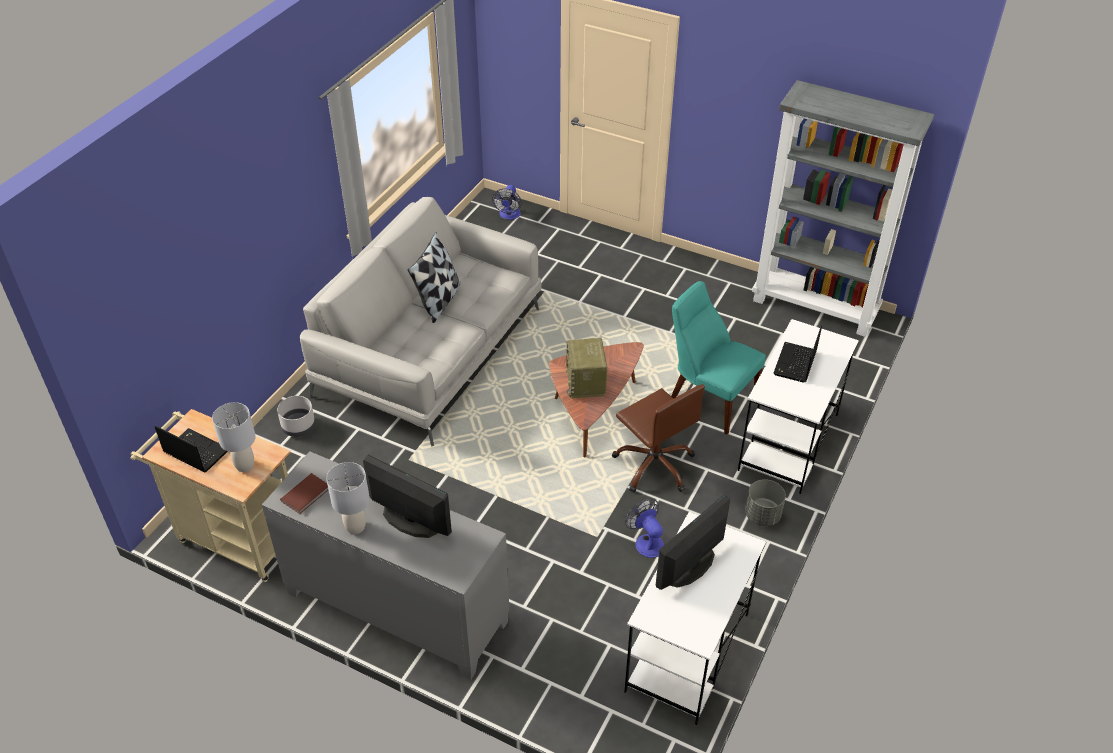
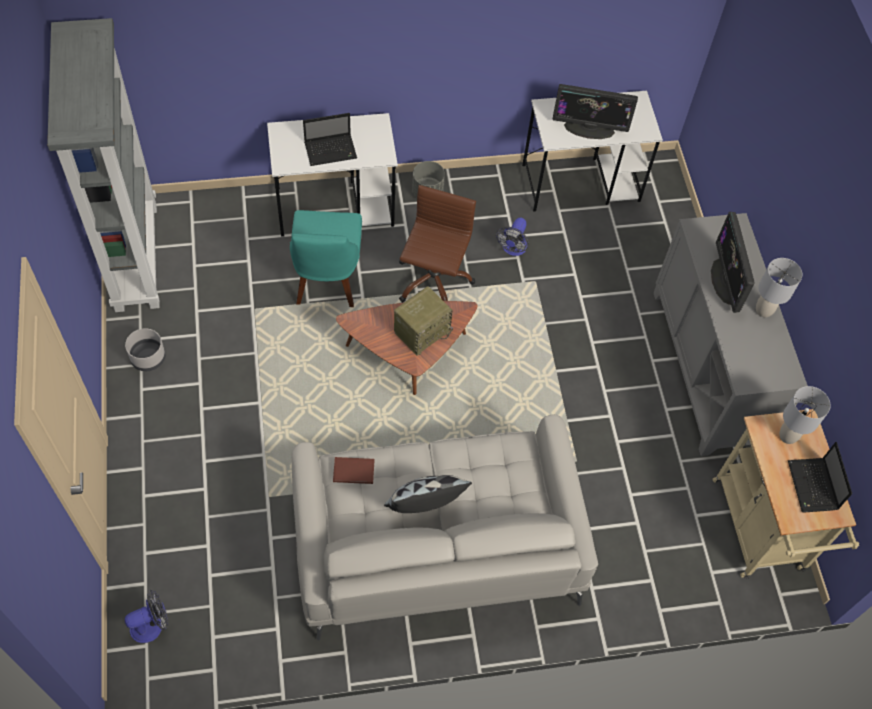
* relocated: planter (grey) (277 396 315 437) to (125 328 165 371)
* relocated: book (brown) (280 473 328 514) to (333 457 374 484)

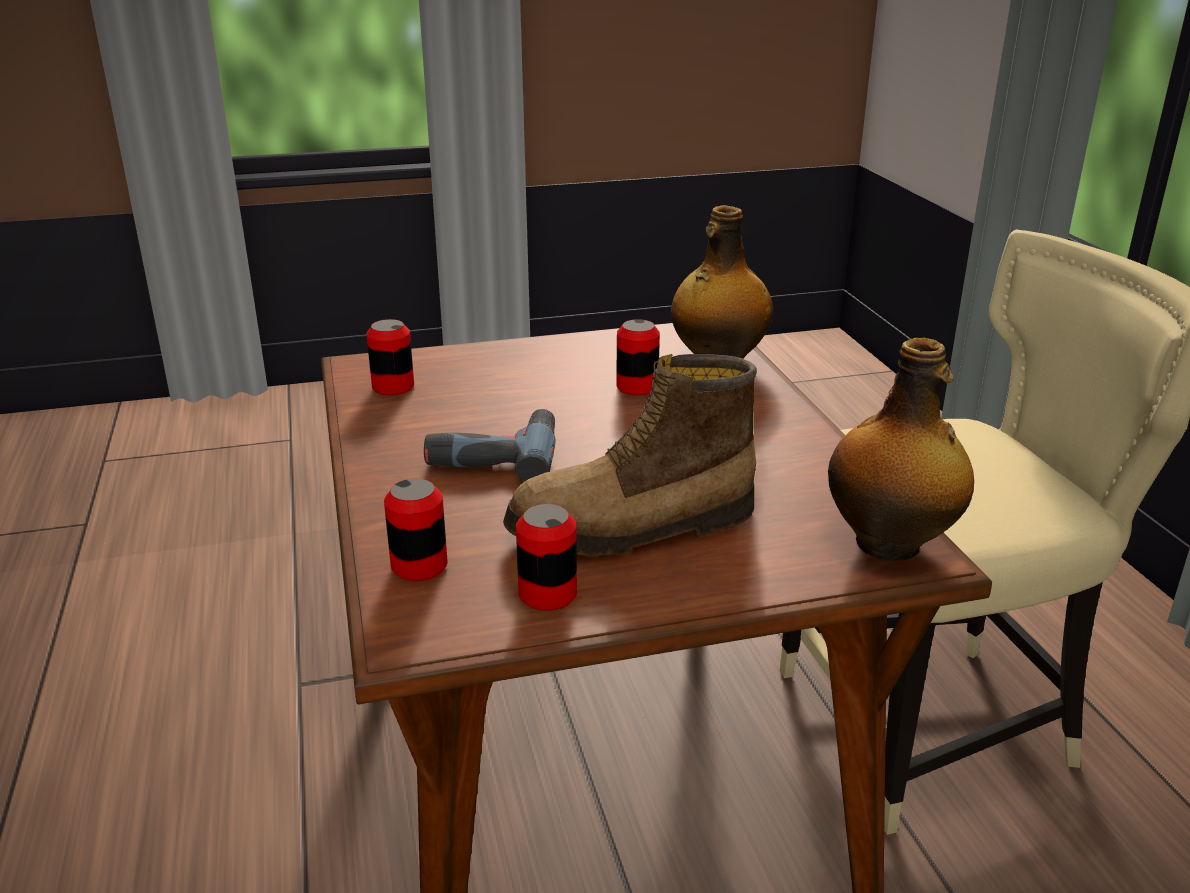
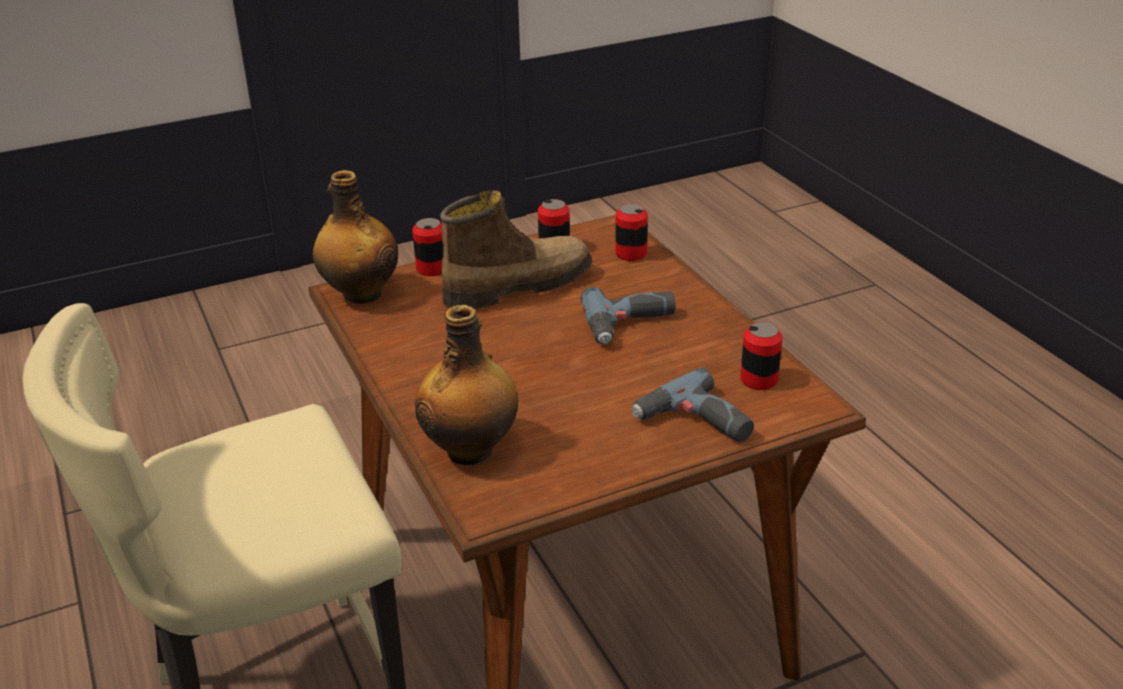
* relocated: can (616 319 660 396) to (412 218 443 276)
* appeared: power drill (632 368 754 442)

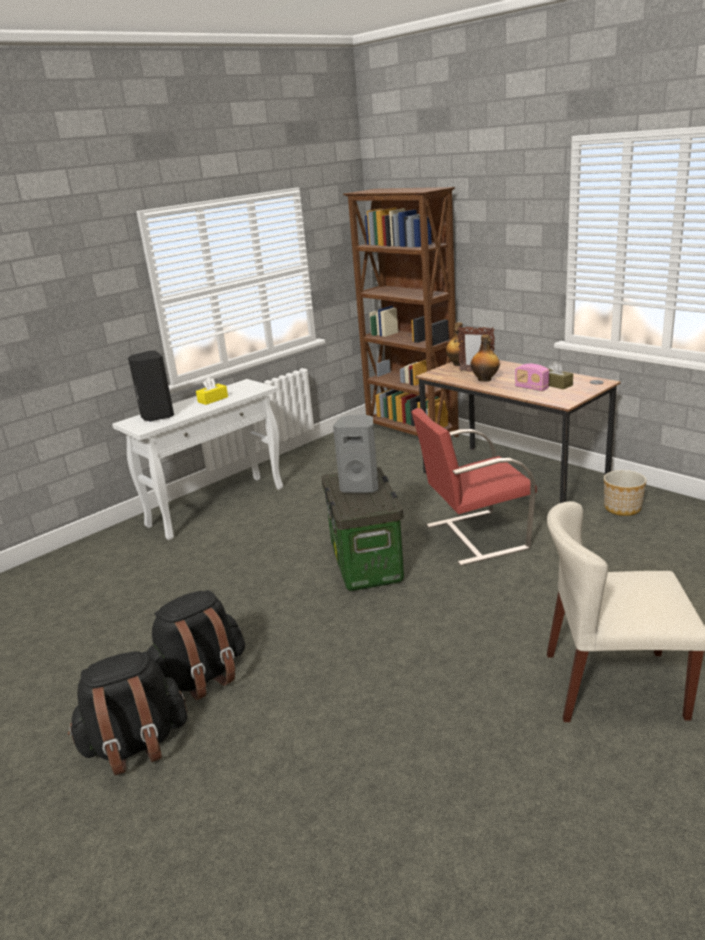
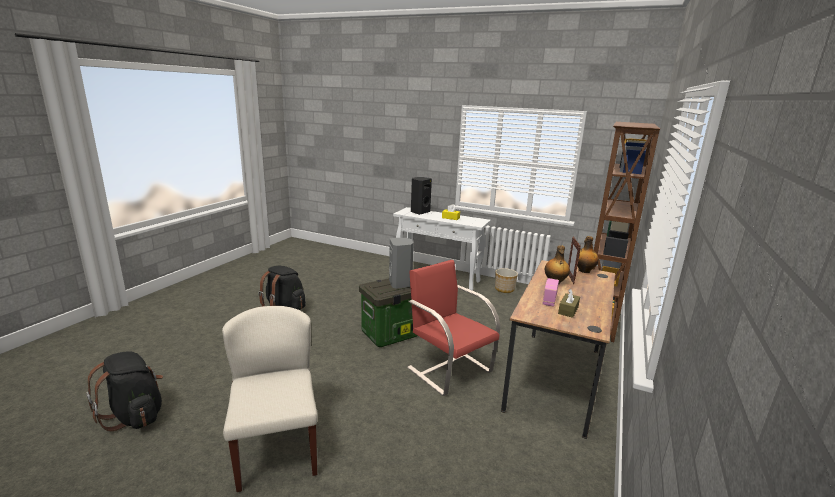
* relocated: planter (604 470 646 516) to (495 268 518 293)
* relocated: backpack (black) (68 651 187 775) to (86 351 163 431)

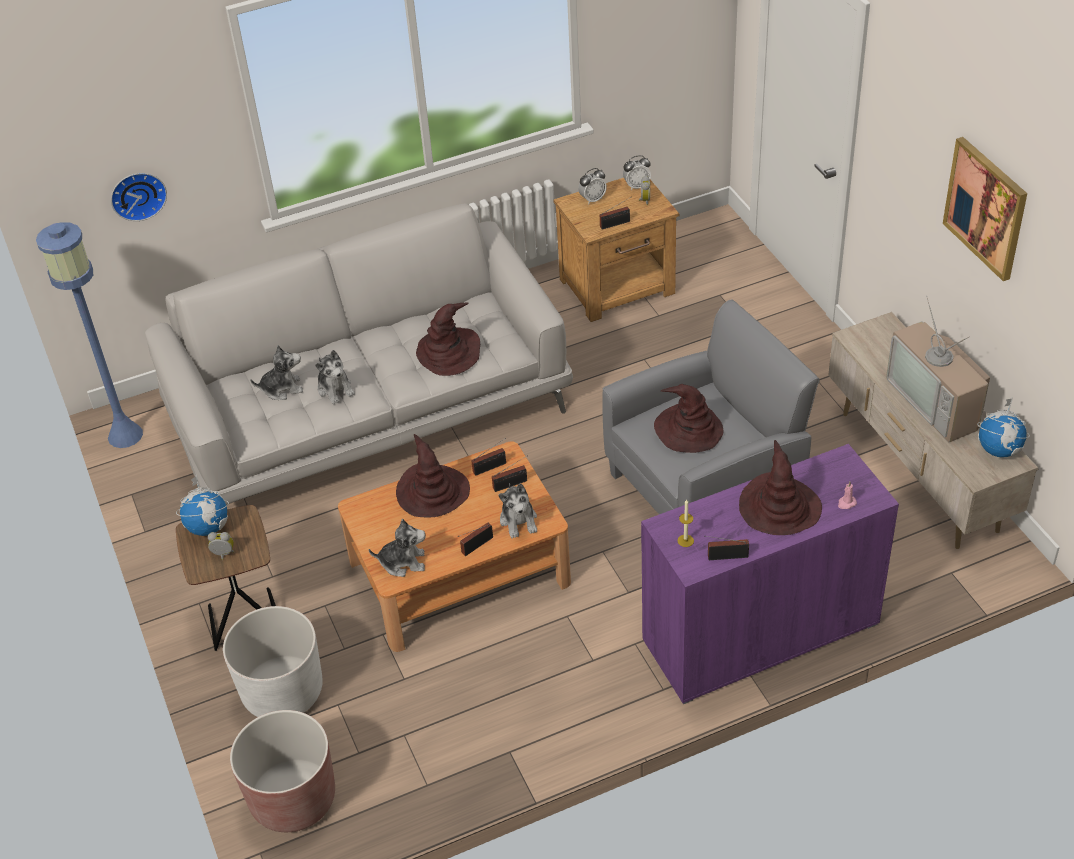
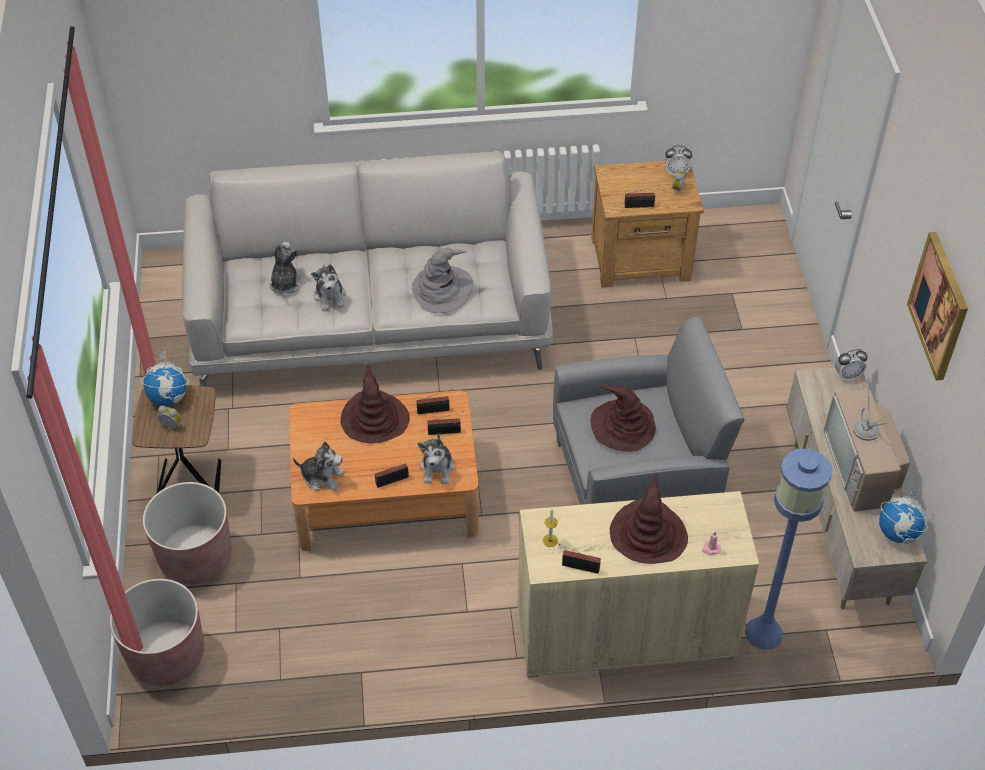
* relocated: alarm clock (578 168 607 204) to (835 349 868 381)
* missing: wall clock (111 173 167 221)
* relocated: floor lamp (blue) (36 222 143 448) to (745 449 832 650)
* colour: hat (brown) (416 303 480 376) to hat (grey) (412 248 473 313)
* spun: plush toy (250 345 303 400) = (269 242 301 294) 90 degrees counterclockwise
* colour: cabinet (purple) (641 444 899 704) to cabinet (beige) (518 491 759 677)
* colour: planter (white) (223 606 323 717) to planter (brown) (143 482 232 584)

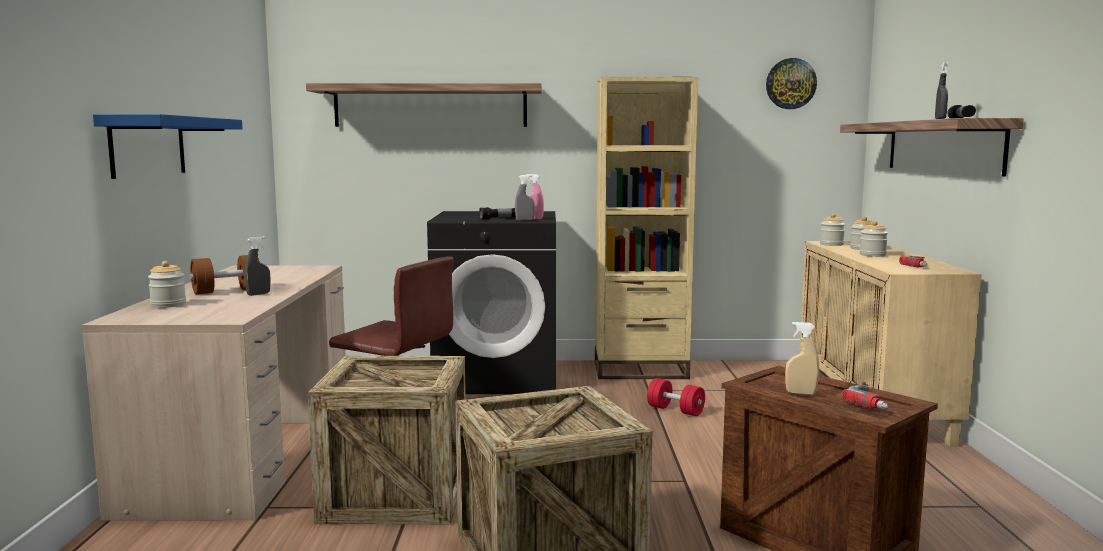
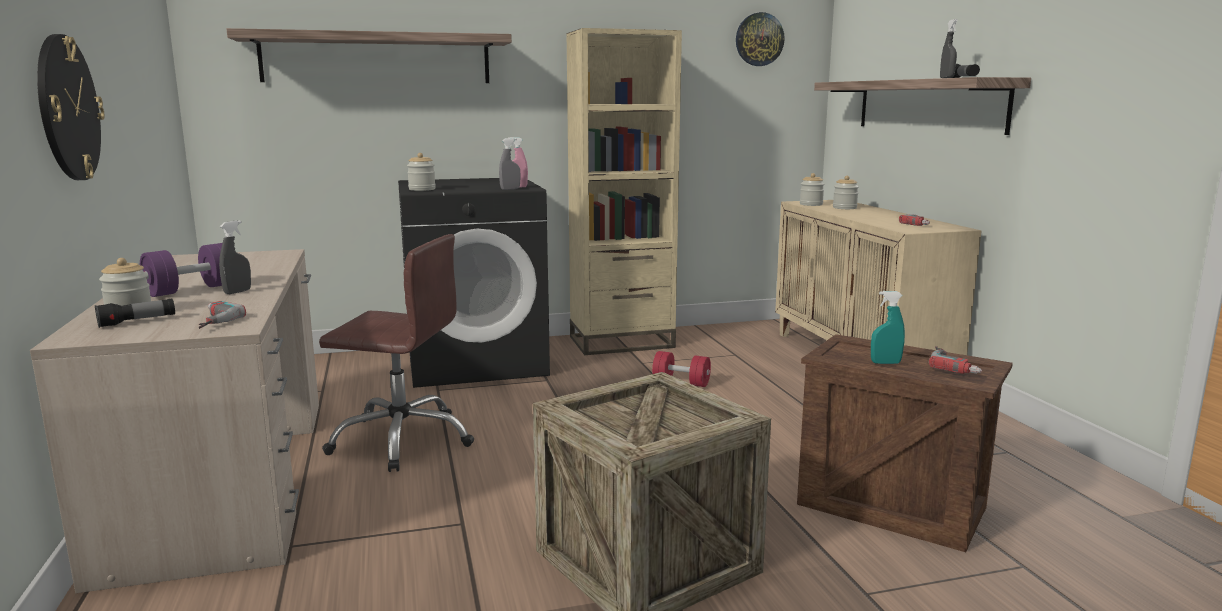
* exchanged: shelf (blue) (93 114 242 179) to wall clock (37 34 105 180)
* relocated: flashlight (479 207 516 220) to (95 298 175 328)
* relocated: jar (859 221 888 257) to (407 153 436 191)
* colour: dumbbell (brown) (190 255 260 294) to dumbbell (purple) (140 243 222 297)
* colour: spray bottle (beige) (785 322 819 395) to spray bottle (turquoise) (871 291 905 364)
* missing: crate (308 356 466 525)
* appeared: power drill (199 301 246 329)

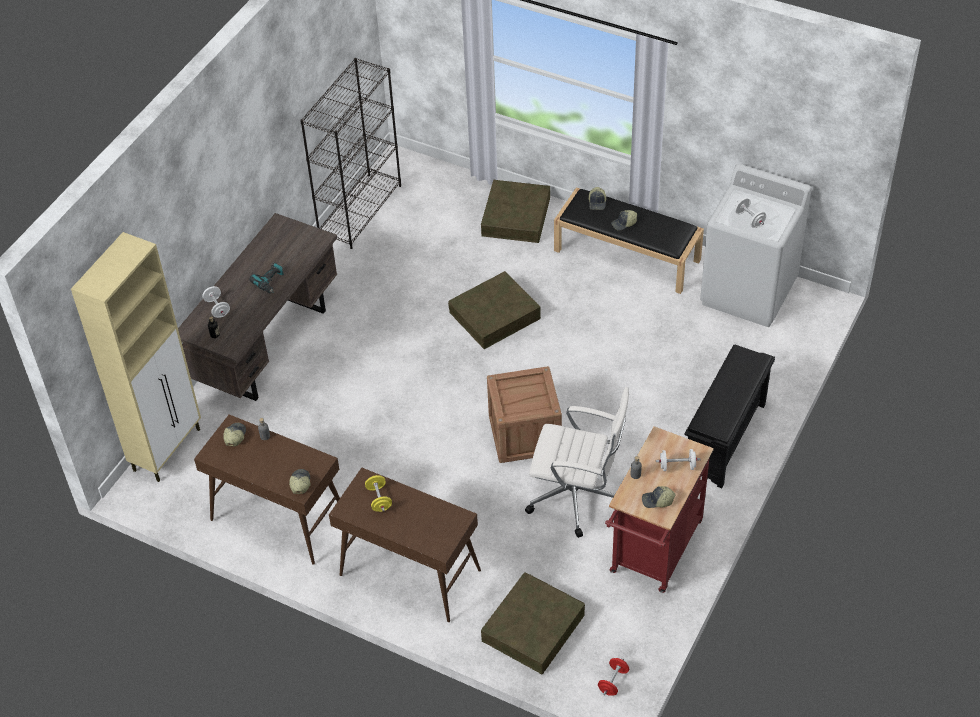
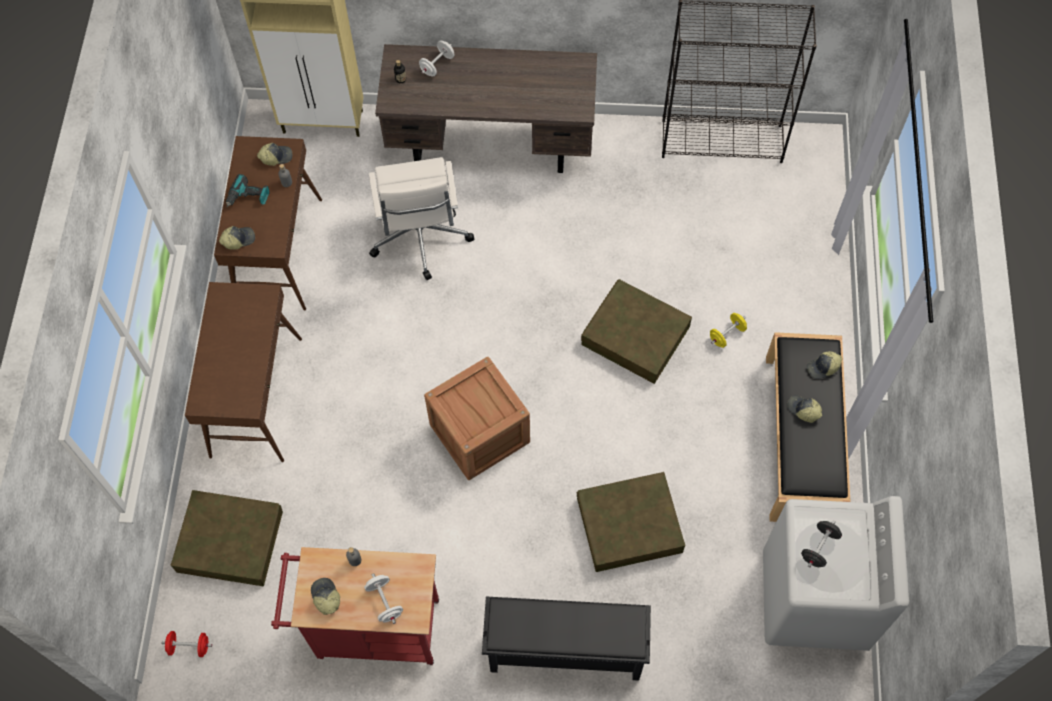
* relocated: storage box (brown) (481 180 550 243) to (577 472 685 572)
* colour: dumbbell (white) (735 198 766 228) to dumbbell (black) (801 521 842 568)
* relocated: power drill (249 262 284 293) to (226 174 270 207)
* relocated: office chair (white) (525 387 629 538) to (369 157 474 280)
* relocated: dumbbell (yellow) (365 475 392 512) to (710 313 747 348)

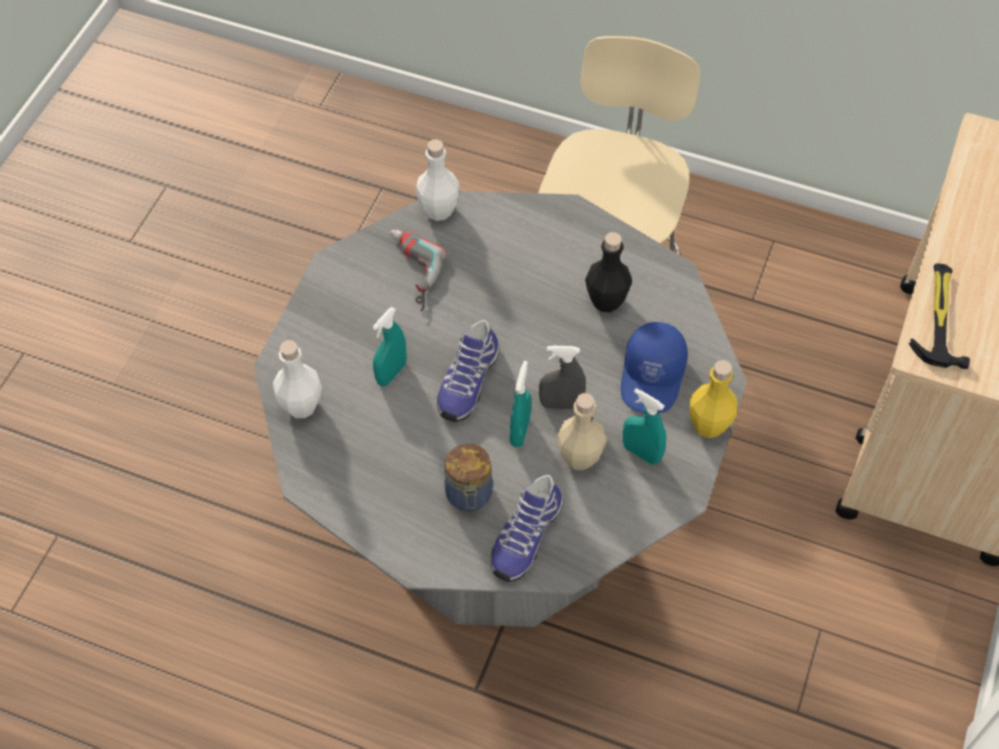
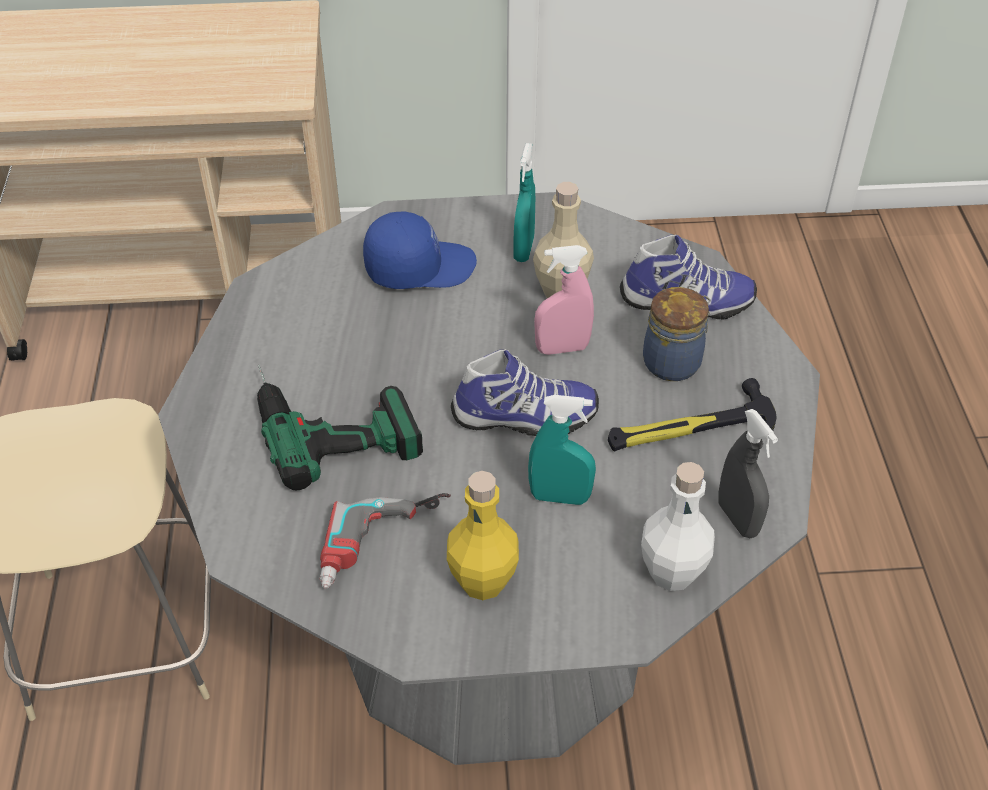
* missing: bottle (white) (415 139 460 221)
* missing: bottle (black) (585 232 632 312)
* relocated: hammer (909 263 970 369) to (608 378 776 451)
* relocated: spray bottle (grey) (539 346 586 409) to (718 409 778 538)
* relocated: bottle (yellow) (689 360 738 438) to (447 471 519 600)
* colour: spray bottle (turquoise) (510 361 531 447) to spray bottle (pink) (534 245 594 355)
* appeared: power drill (257 365 423 490)

